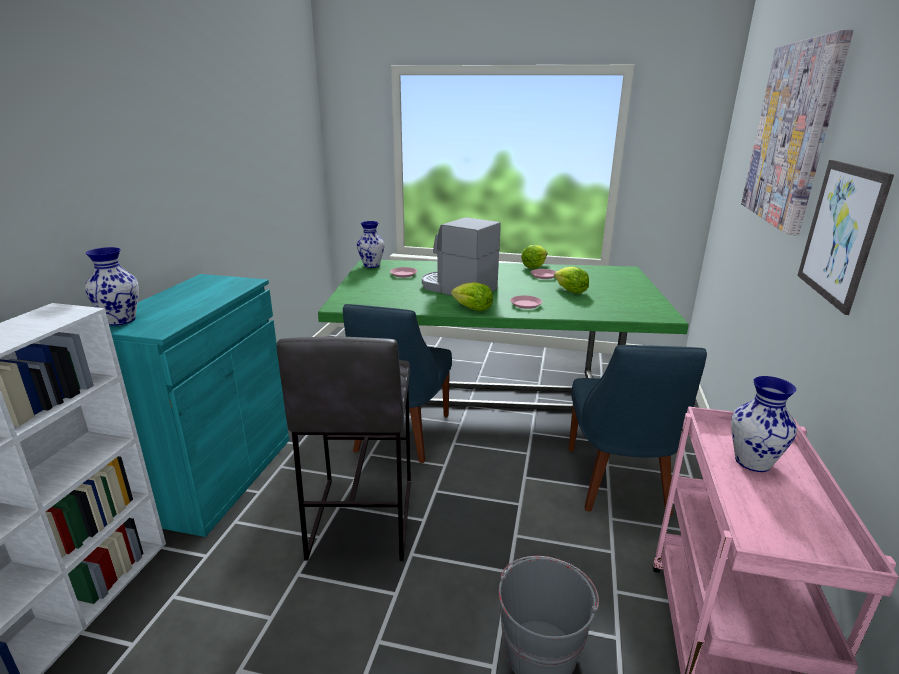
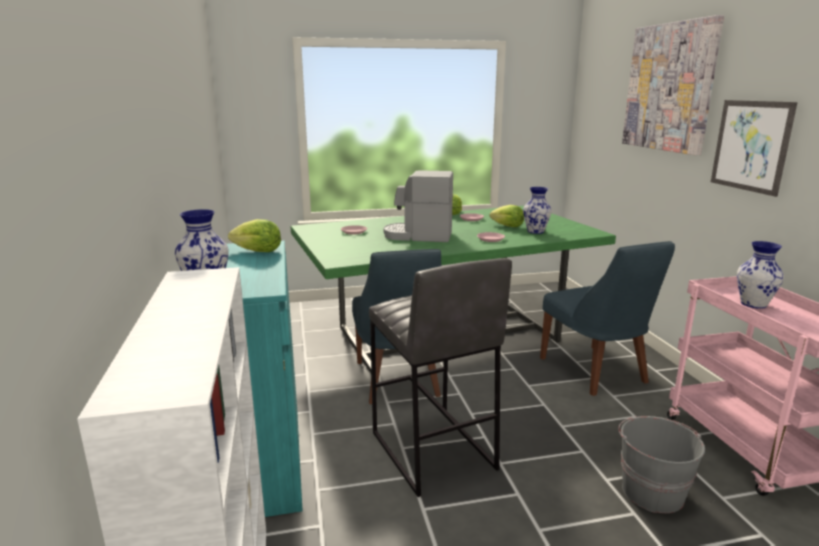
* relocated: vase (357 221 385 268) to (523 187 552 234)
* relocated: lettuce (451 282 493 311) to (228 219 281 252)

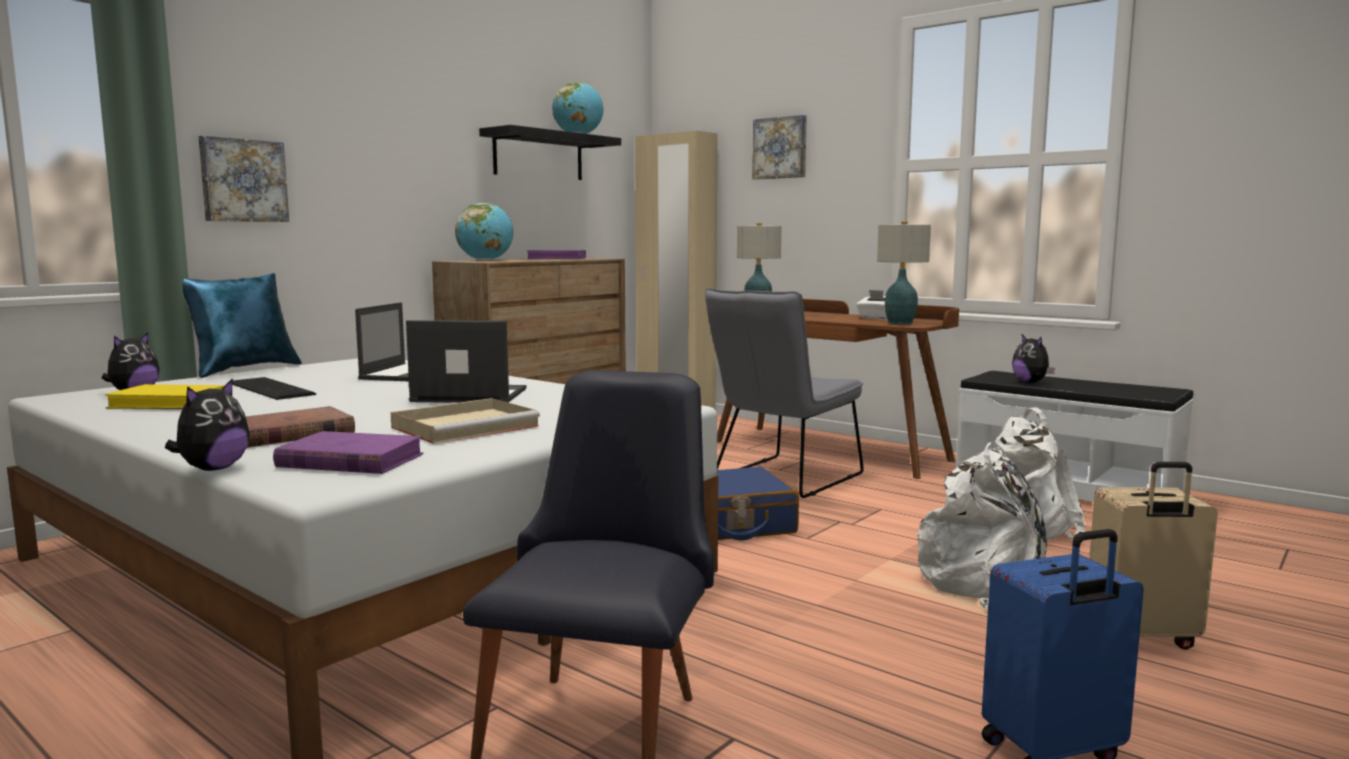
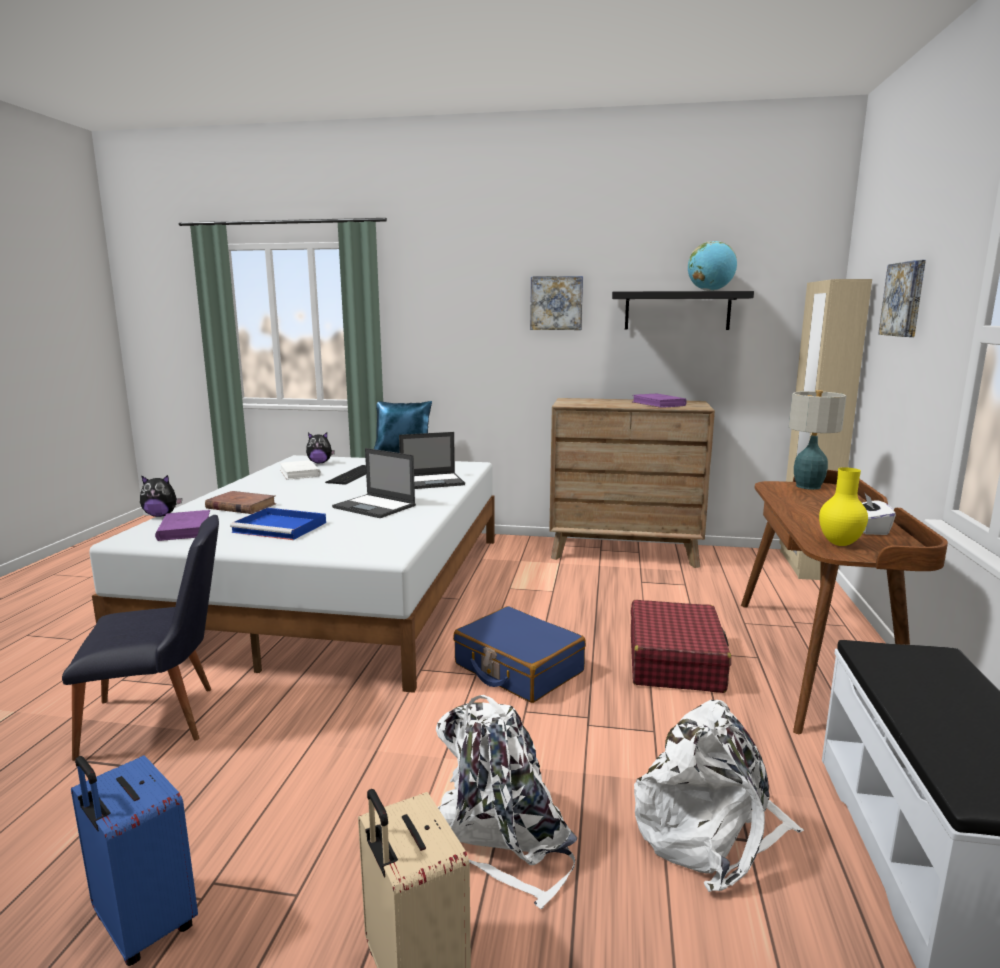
* relocated: picture (198 136 289 222) to (530 276 583 330)
* missing: globe (455 203 513 261)
* exchanged: table lamp (877 221 931 325) to vase (yellow) (819 467 868 546)
* exchanged: chair (grey) (705 288 864 498) to suitcase (red) (631 600 731 693)
* spun: laptop (406 320 527 403) = (332 448 416 518) 150 degrees clockwise
* missing: plush toy (1012 334 1055 383)
* colour: book (yellow) (104 384 224 409) to book (white) (279 460 321 479)
* colour: tray (beige) (391 398 540 444) to tray (blue) (230 508 326 540)

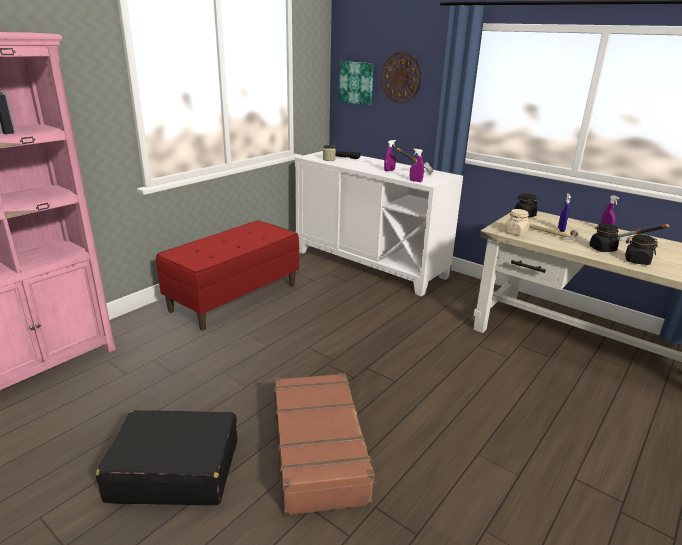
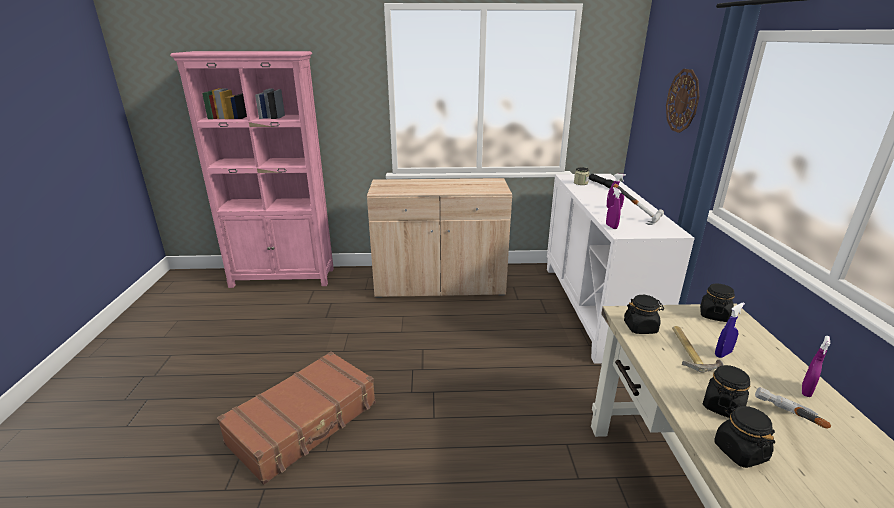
* missing: picture (339 61 373 105)
* colour: jar (beige) (504 209 529 236) to jar (black) (624 295 664 334)
* exchanged: bench (red) (156 220 299 330) to cabinet (beige) (367 178 512 298)
* missing: suitcase (black) (96 410 237 505)

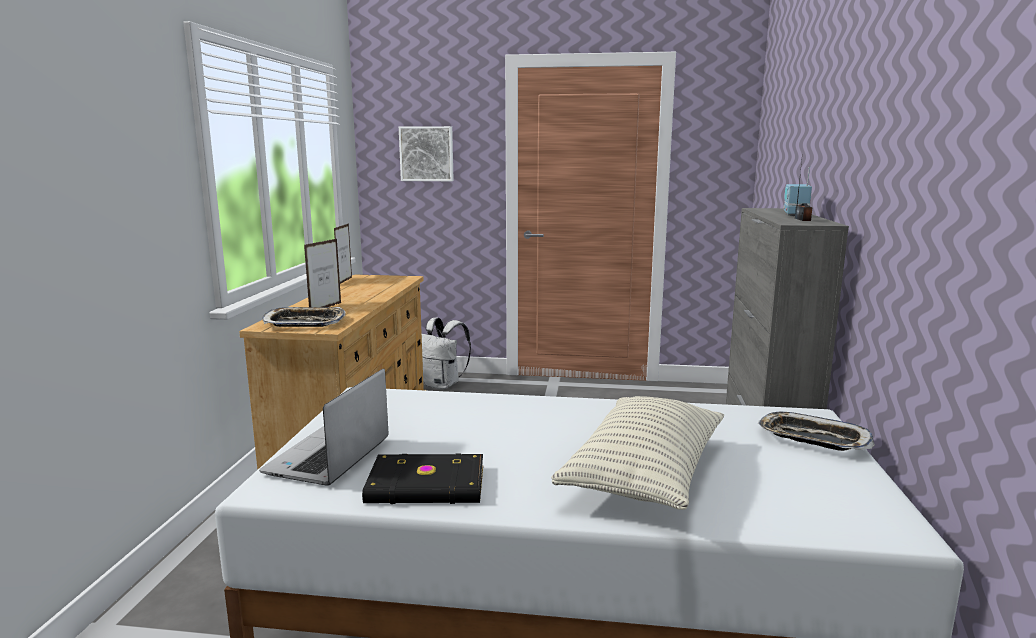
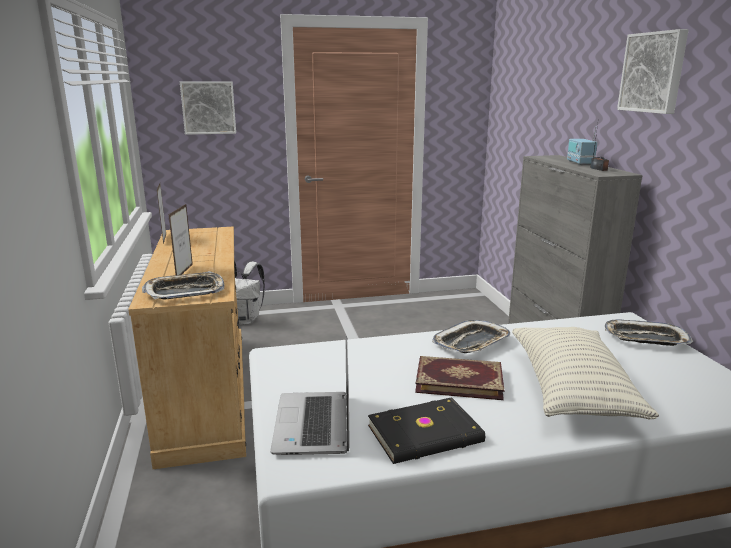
* appeared: picture (617 29 689 114)
* appeared: tray (432 320 510 353)
* appeared: book (415 356 504 400)

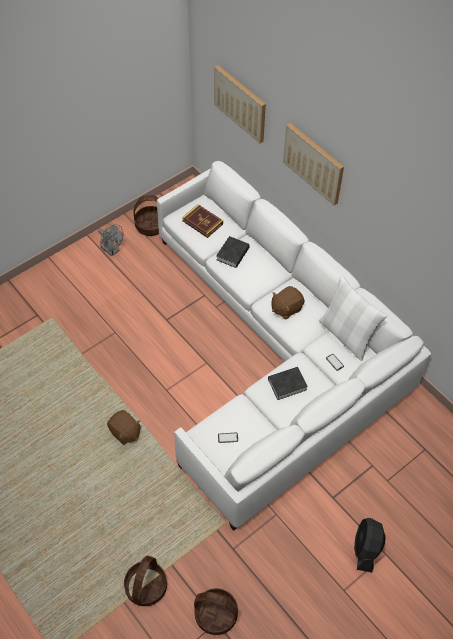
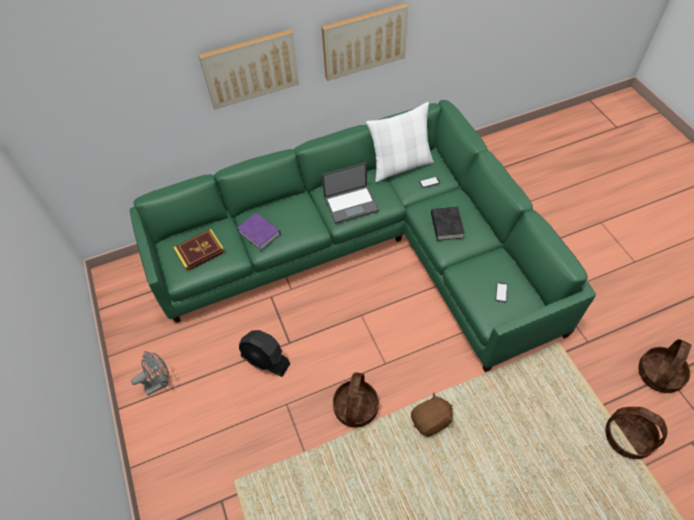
* relocated: picture (214 65 266 143) to (321 3 408 81)
* colour: sofa (white) (157 161 431 531) to sofa (green) (130 100 596 372)
* relocated: basket (133 195 159 236) to (333 372 379 428)
* colour: book (black) (216 236 250 268) to book (purple) (237 213 281 251)
* exchanged: plush toy (brown) (272 286 305 320) to laptop (322 162 379 224)
* relocated: fan (black) (354 518 386 573) to (239 330 290 377)

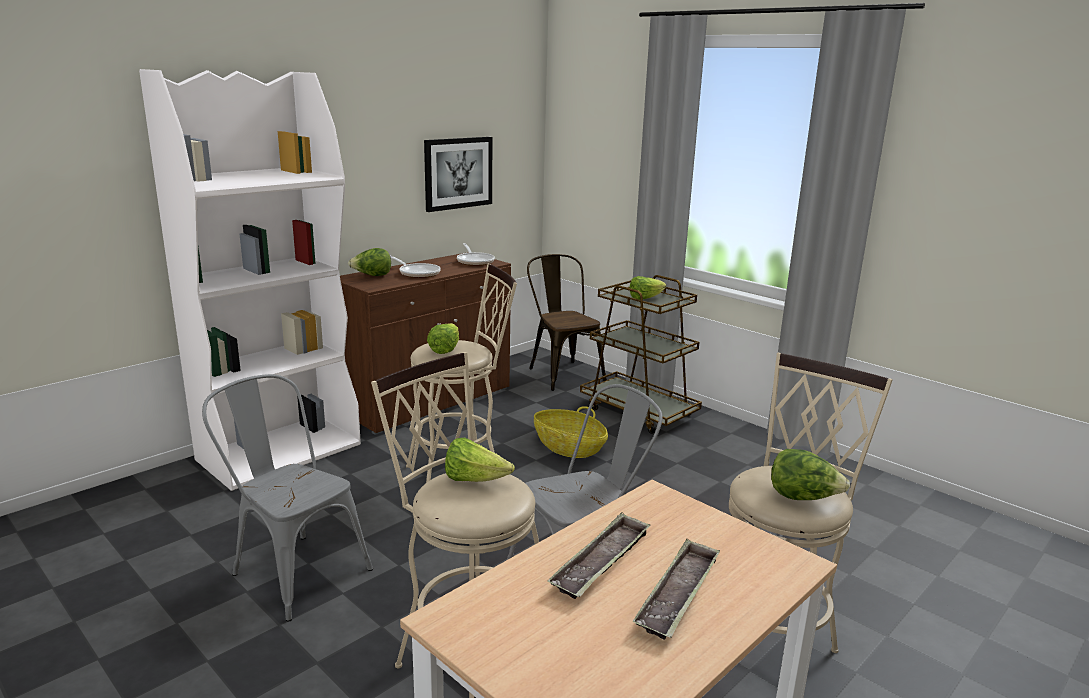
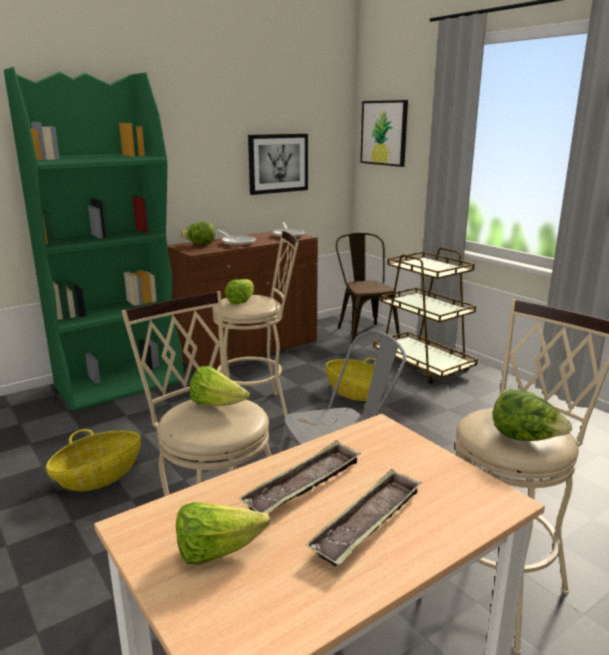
* colour: bookcase (white) (139 69 361 491) to bookcase (green) (4 67 184 411)
* relocated: lettuce (629 276 666 300) to (176 502 270 565)
* exchanged: chair (grey) (202 374 373 622) to basket (46 429 141 491)
* appeared: picture (360 100 408 167)

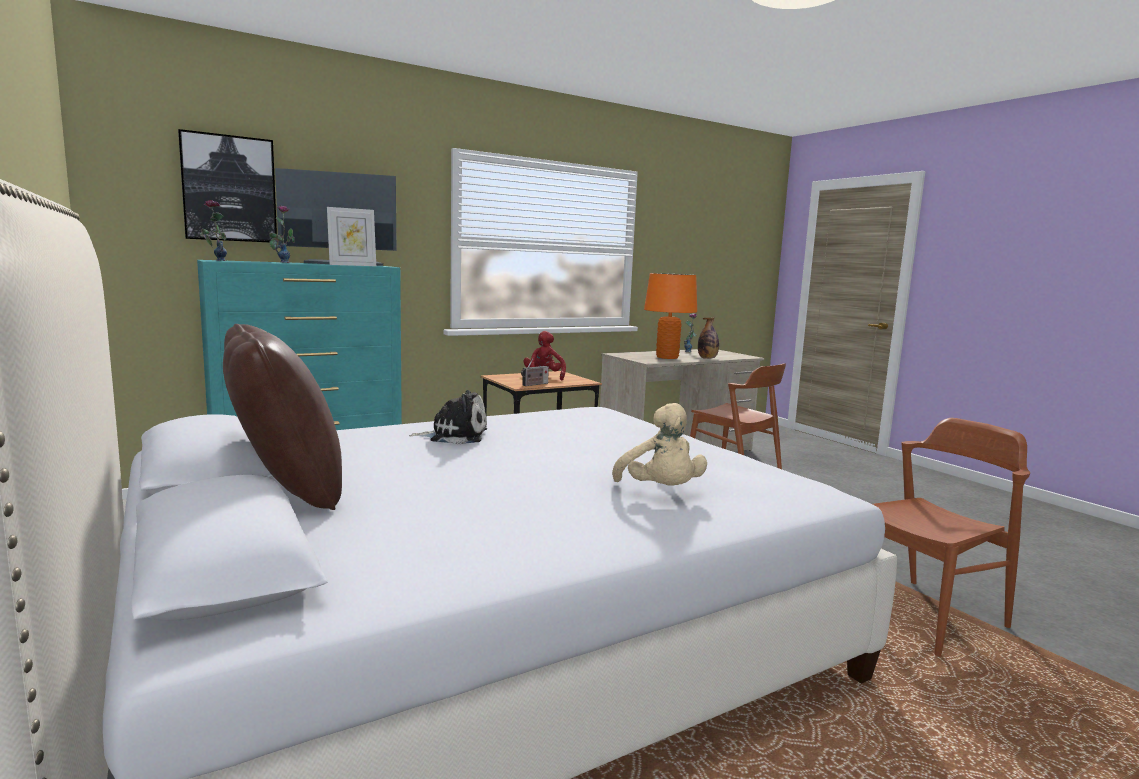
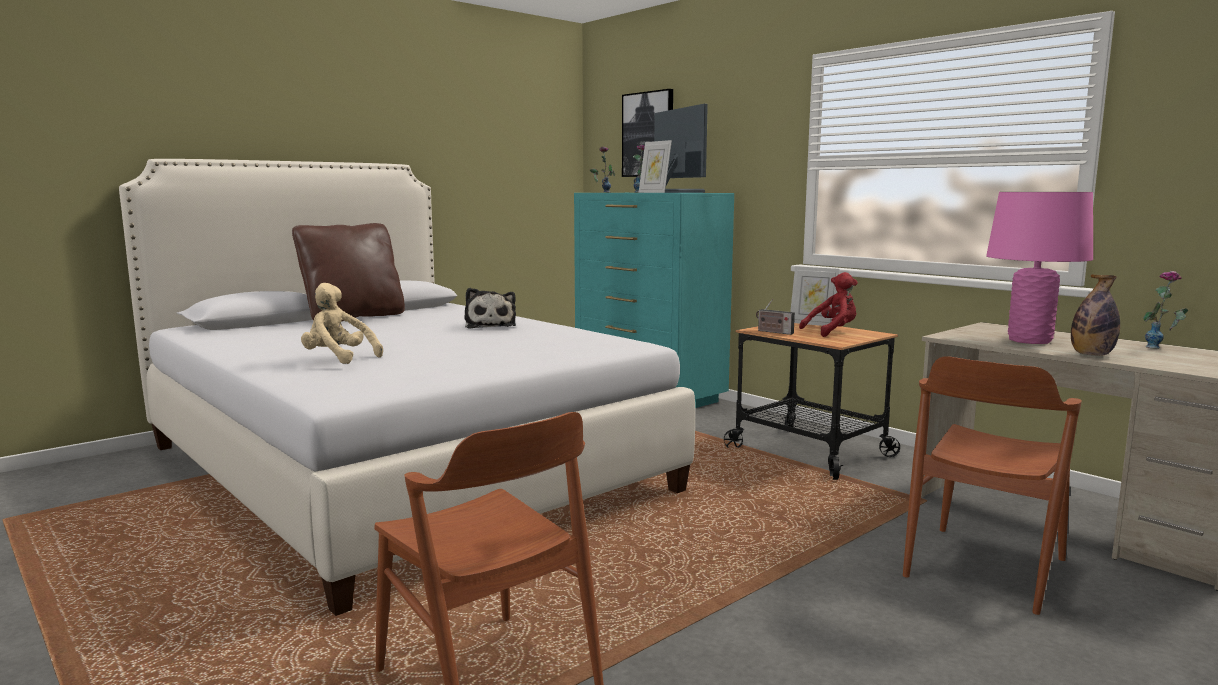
* colour: table lamp (orange) (644 273 697 359) to table lamp (pink) (986 192 1093 344)
* spun: plush toy (beige) (612 403 707 486) = (301 283 383 364) 60 degrees clockwise
* appeared: picture frame (790 266 839 326)

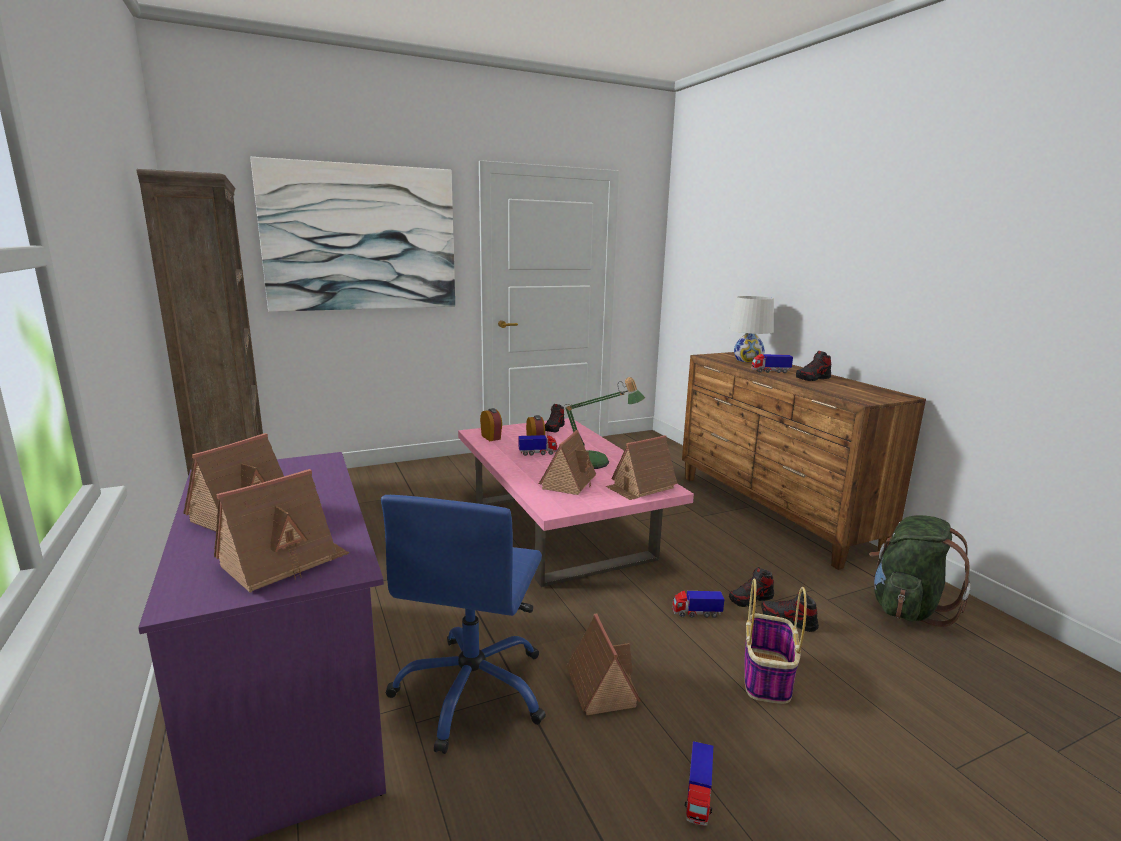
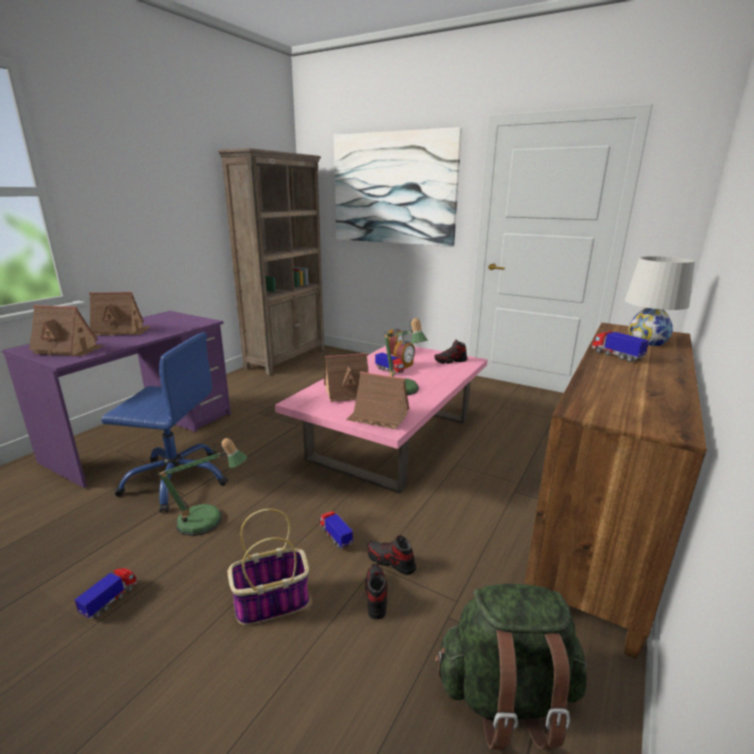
* missing: shoe (796 351 831 381)
* spun: office chair (blue) (381 495 546 754) = (101 332 228 513) 150 degrees counterclockwise
* exchanged: toy house (566 614 642 715) to table lamp (156 438 247 536)
* spun: toy truck (685 741 713 826) = (75 568 137 619) 135 degrees clockwise

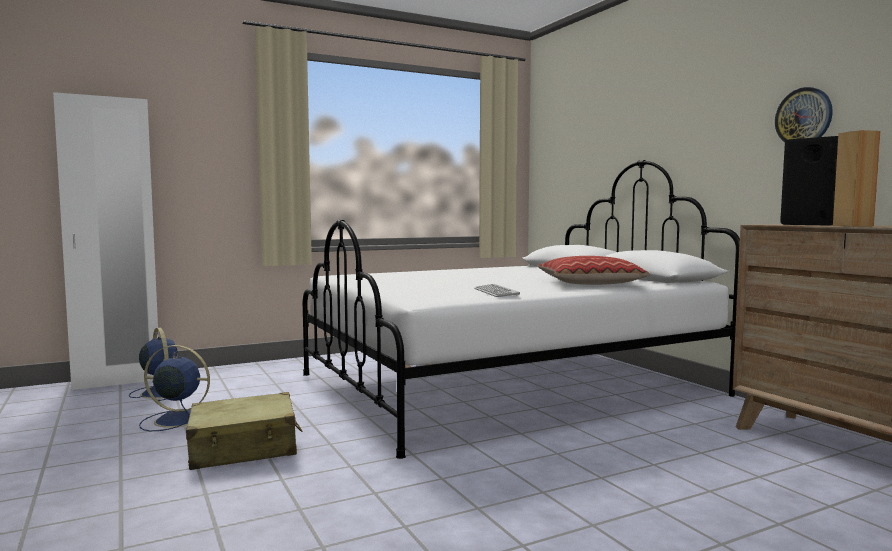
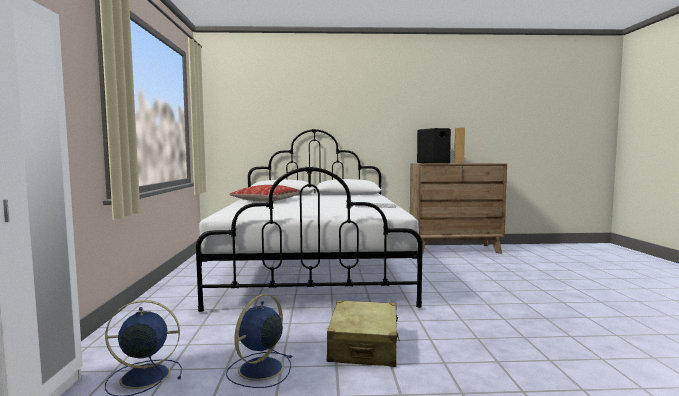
* missing: wall clock (775 87 833 142)
* relocated: pillow (538 256 650 285) to (229 185 303 202)

